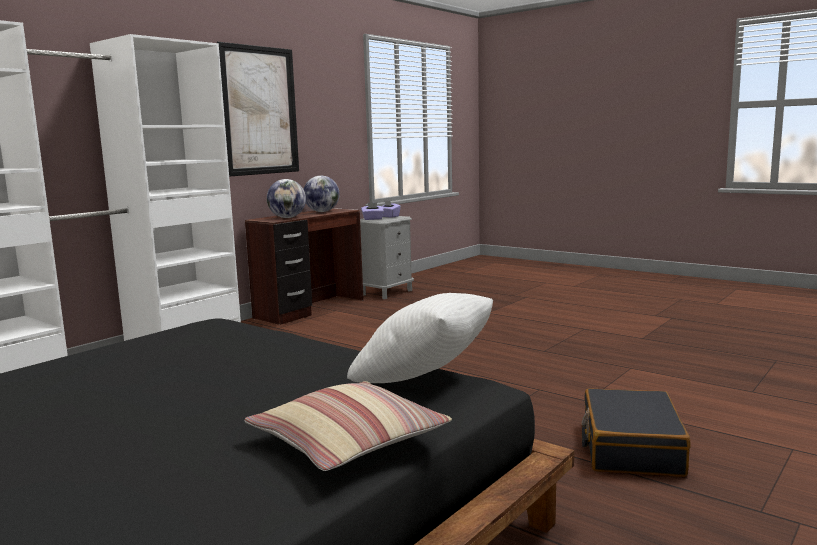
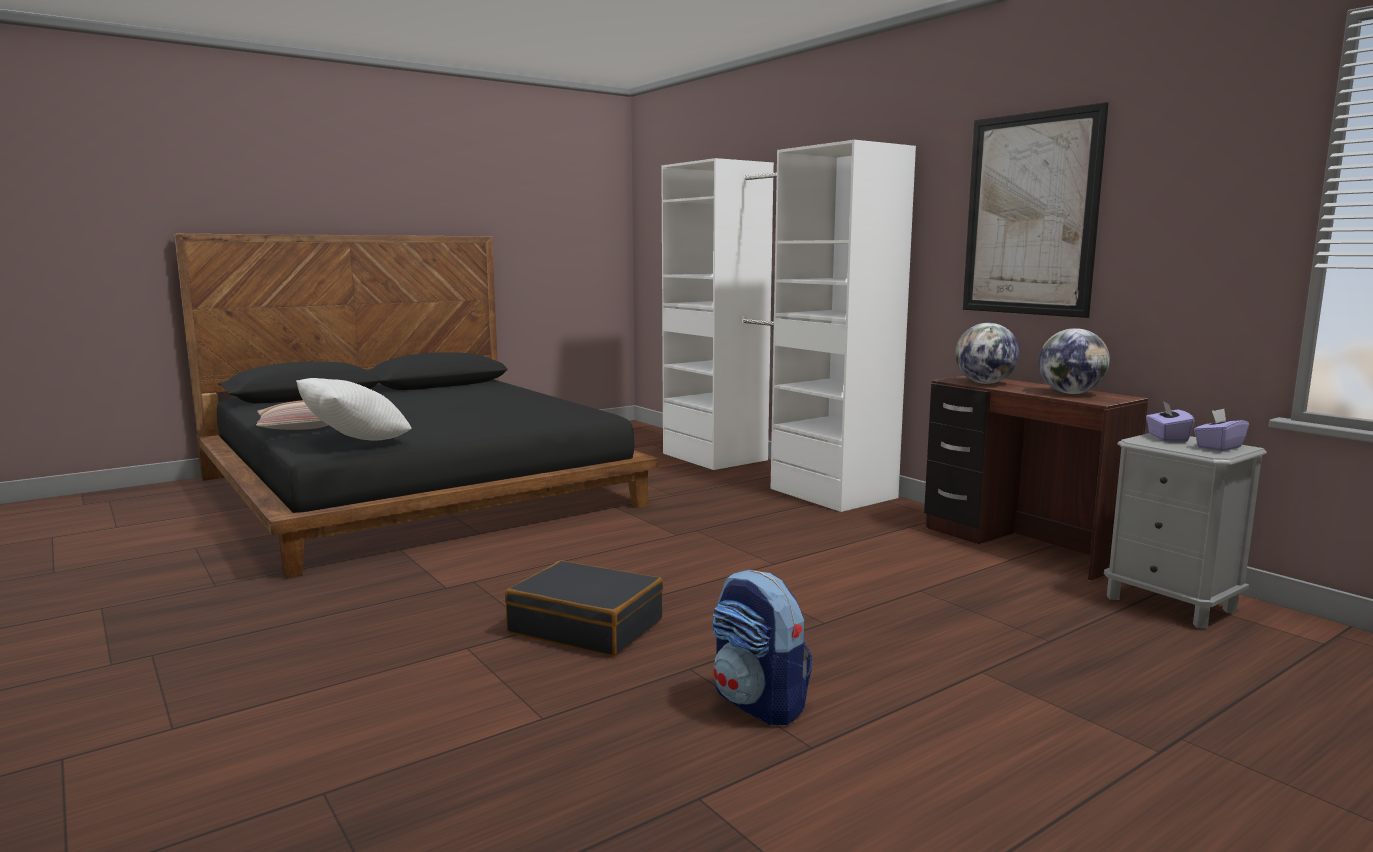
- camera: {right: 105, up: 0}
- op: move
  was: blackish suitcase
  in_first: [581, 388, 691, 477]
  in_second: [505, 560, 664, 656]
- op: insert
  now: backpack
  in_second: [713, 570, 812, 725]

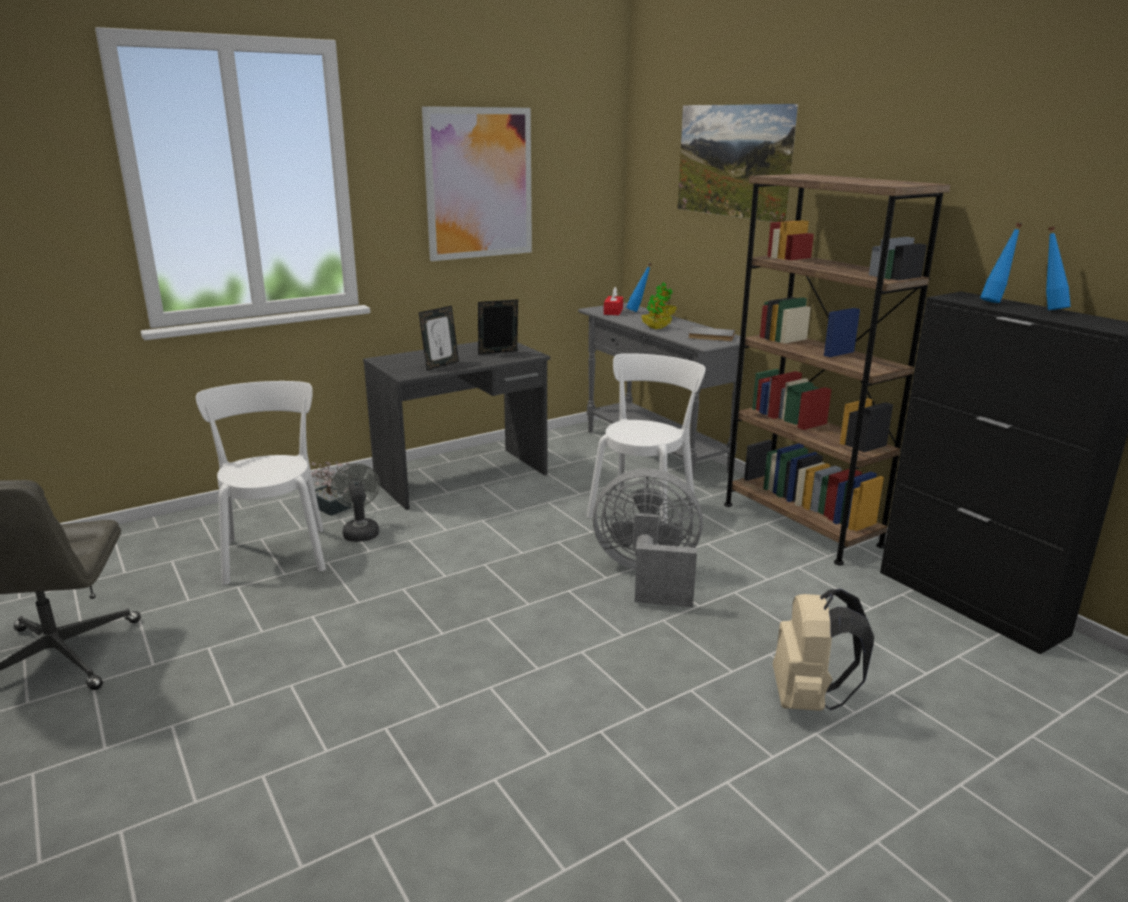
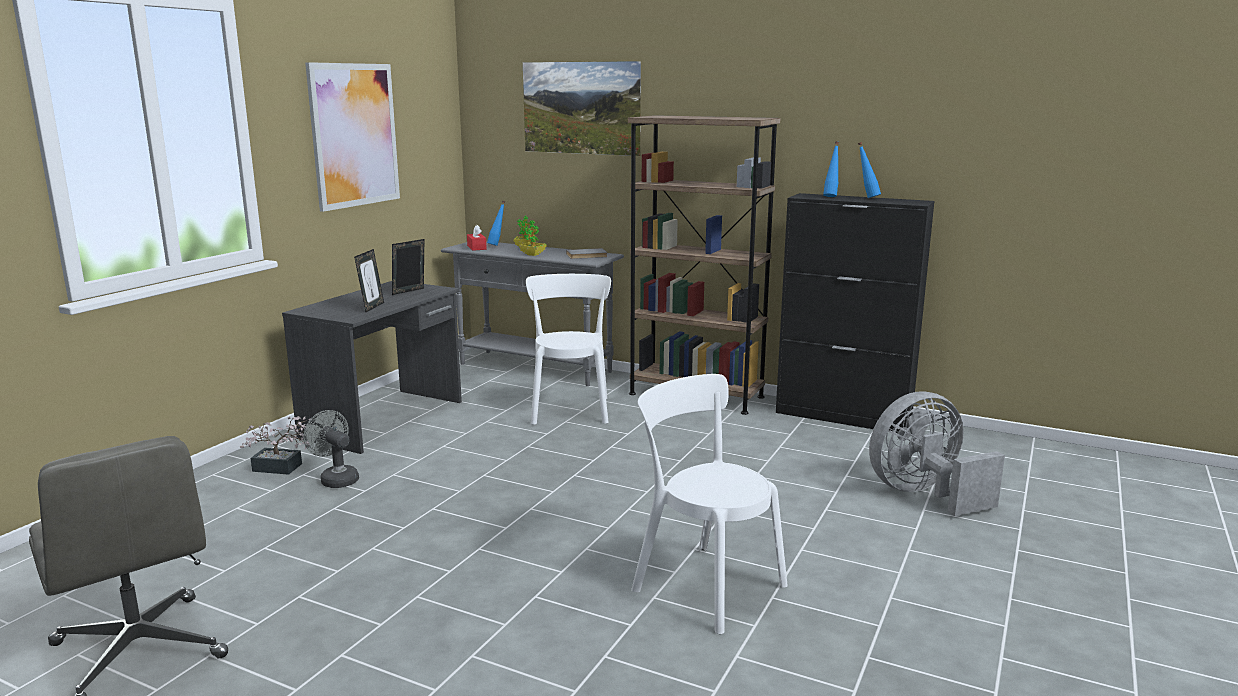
- camera: {right: -30, up: -5}
- op: move
  was: white-coloured upright chair
  in_first: [196, 381, 326, 585]
  in_second: [631, 374, 788, 635]
- op: move
  was: gray cooling fan
  in_first: [593, 468, 703, 607]
  in_second: [869, 391, 1005, 516]
- op: delete
  was: sand-coloured backpack
  in_first: [773, 589, 874, 711]

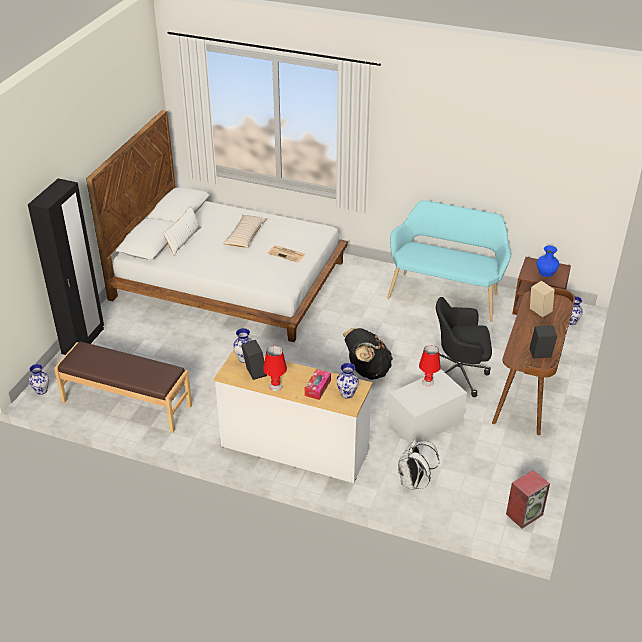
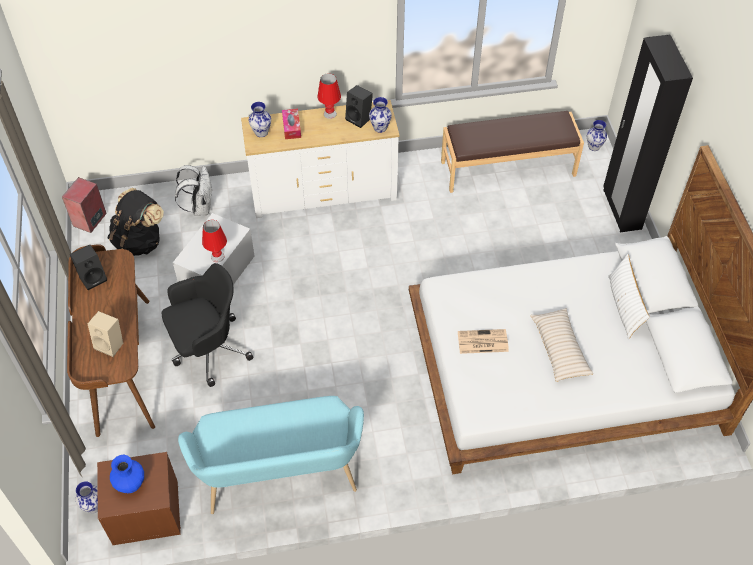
- camera: {right: 150, up: 15}
- op: move
  was: blackish backpack
  in_first: [343, 328, 393, 380]
  in_second: [108, 188, 164, 256]

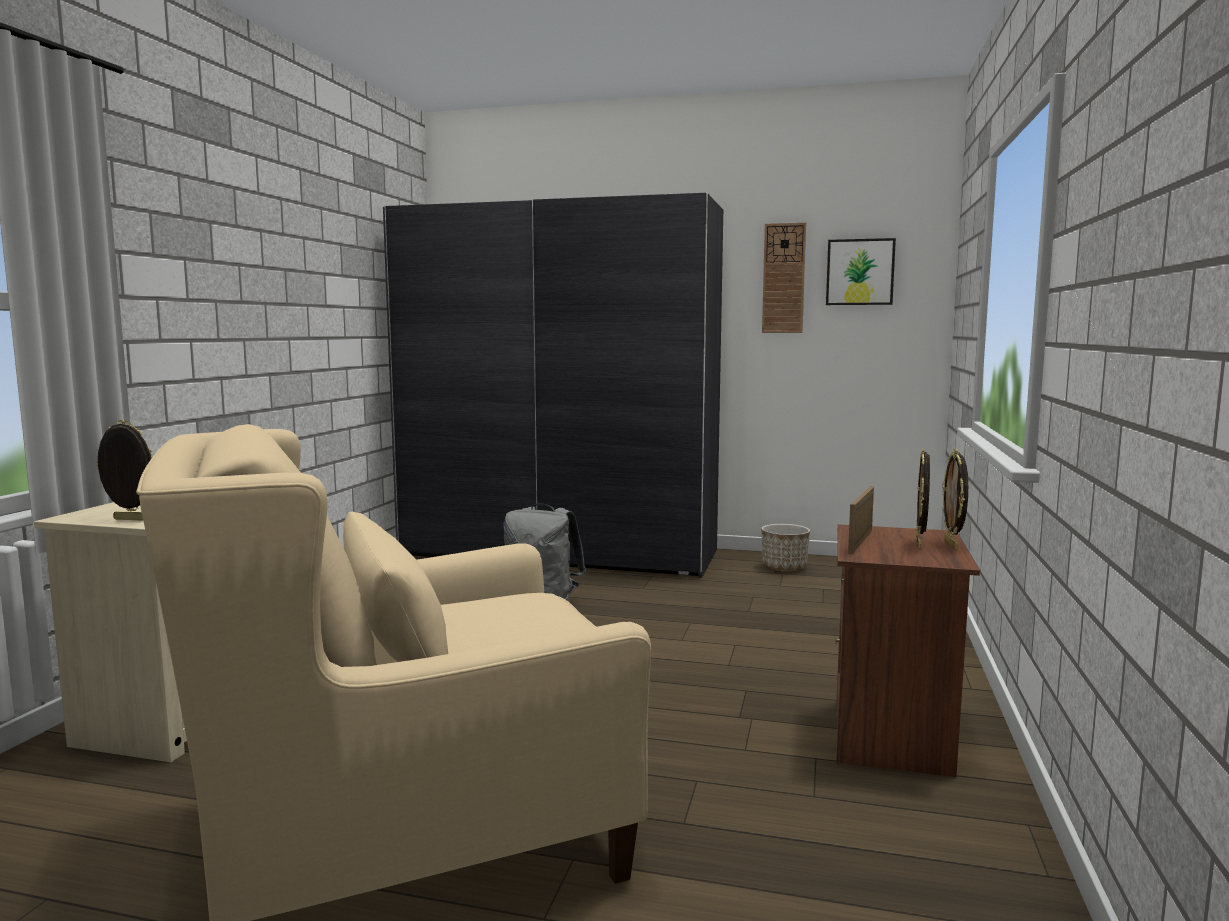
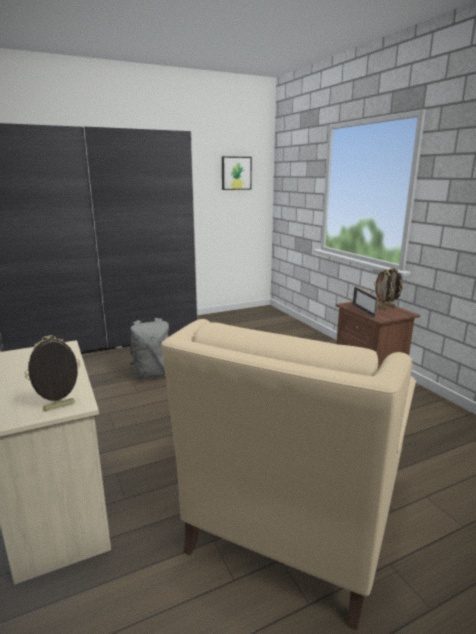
- camera: {right: -40, up: 10}
- op: delete
  was: hanging clock
  in_first: [762, 222, 806, 333]
- op: delete
  was: plant pot
  in_first: [761, 524, 810, 572]

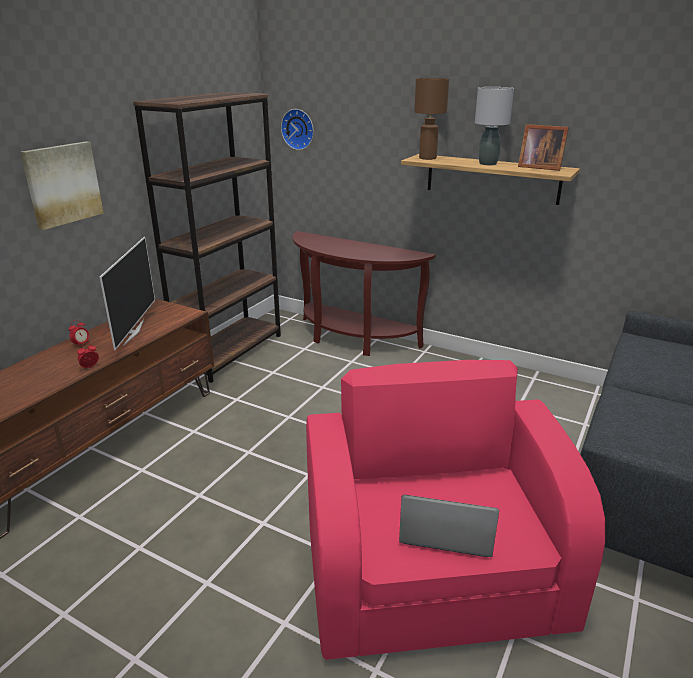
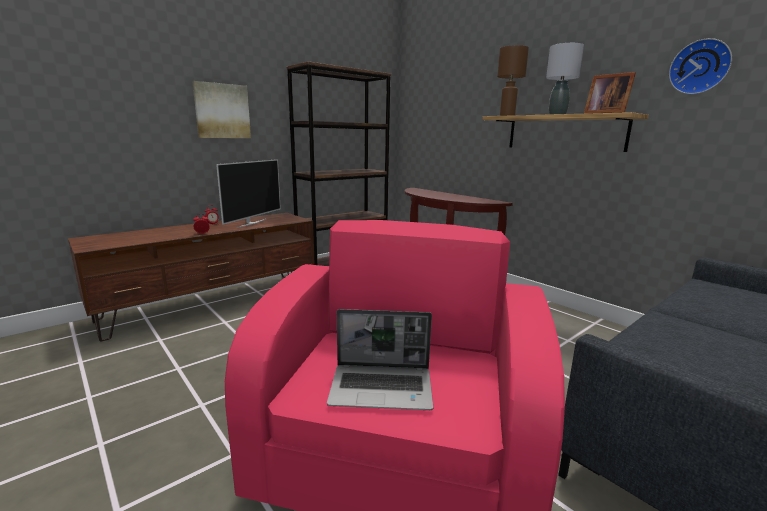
- camera: {right: 20, up: -10}
- op: move
  was: hanging clock
  in_first: [281, 109, 314, 150]
  in_second: [669, 38, 732, 94]
- op: rotate
  was: laptop
  in_first: [399, 495, 499, 557]
  in_second: [327, 309, 433, 410]
  clockwise: 150

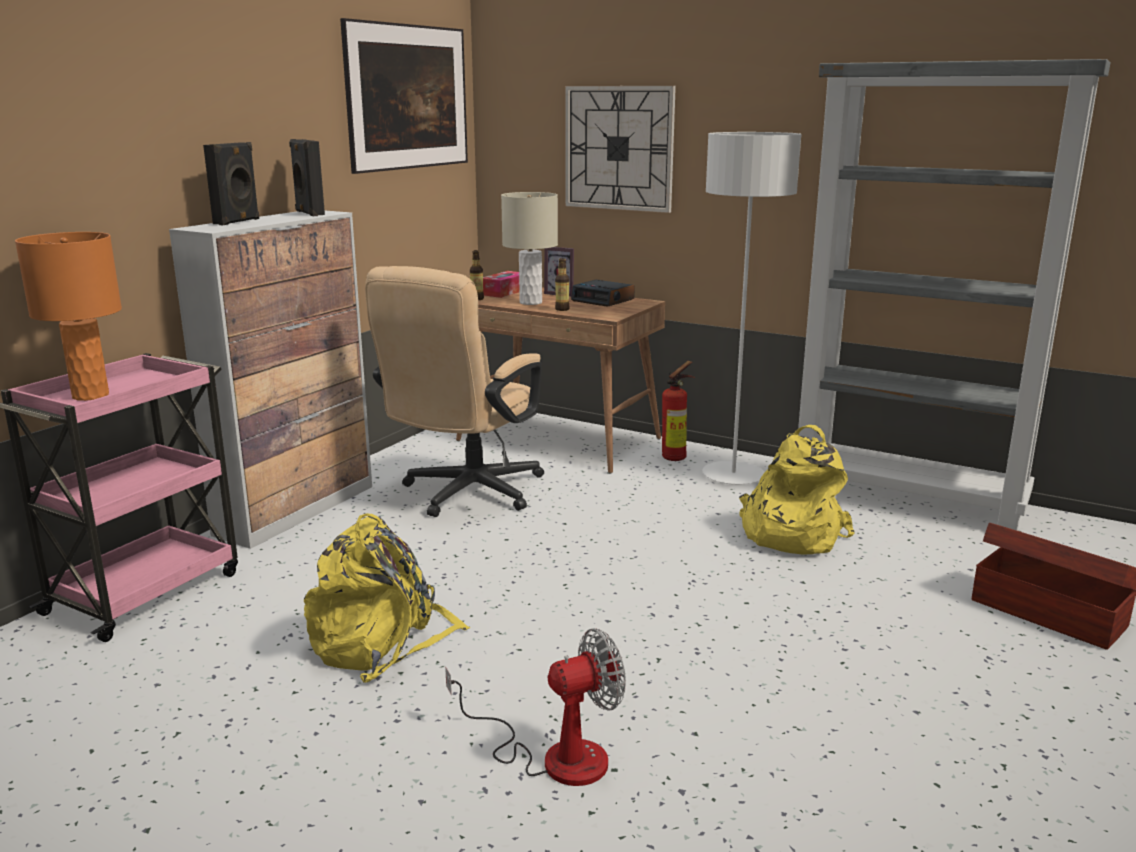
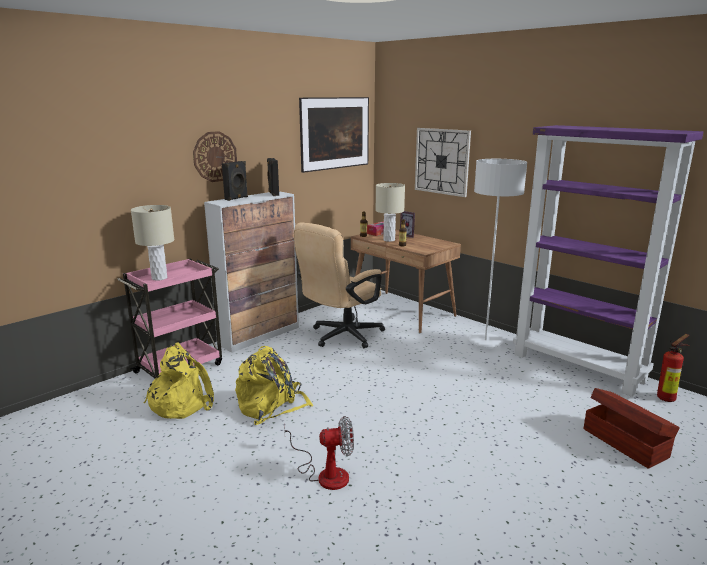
- camera: {right: 15, up: 0}
- op: recolor
  was: gray shelving unit
  now: purplish shelving unit
  in_first: [798, 59, 1110, 531]
  in_second: [513, 125, 704, 397]
- op: recolor
  was: orangey lamp for a table
  now: sand-coloured lamp for a table
  in_first: [15, 232, 122, 401]
  in_second: [131, 205, 174, 281]
- op: delete
  was: bedside clock
  in_first: [571, 280, 635, 307]
- op: move
  was: extinguisher
  in_first: [662, 361, 695, 461]
  in_second: [657, 334, 690, 402]
- op: move
  was: yellowish backpack
  in_first: [739, 425, 855, 554]
  in_second: [144, 342, 214, 419]
- op: insert
  now: hanging clock
  in_second: [193, 131, 237, 182]

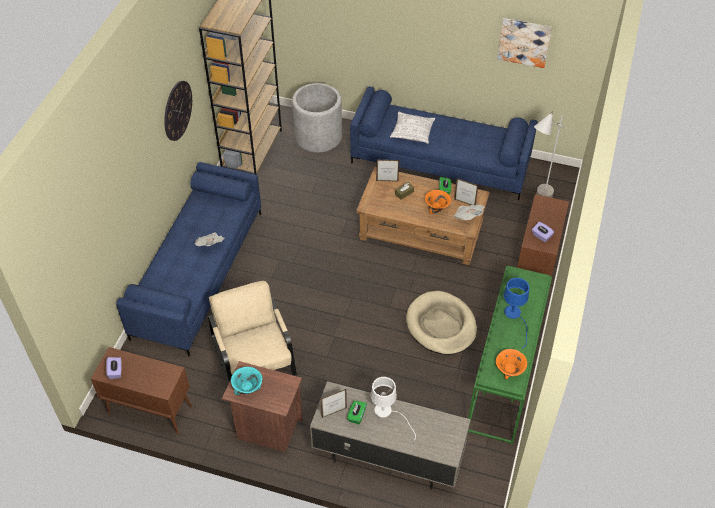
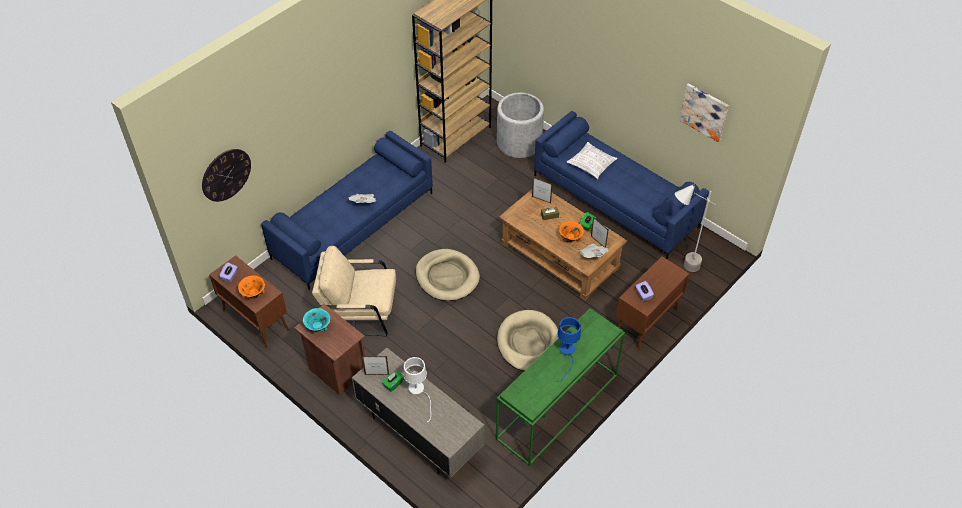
- camera: {right: 25, up: 0}
- op: move
  was: hanging clock
  in_first: [164, 81, 192, 141]
  in_second: [202, 149, 251, 202]
- op: rotate
  was: sand-coloured easy chair
  in_first: [208, 281, 297, 384]
  in_second: [312, 246, 396, 336]
  clockwise: -90
- op: move
  was: orangey bowl
  in_first: [496, 349, 527, 379]
  in_second: [238, 275, 265, 299]
- op: insert
  now: sand-coloured dog bed
  in_second: [416, 249, 480, 301]

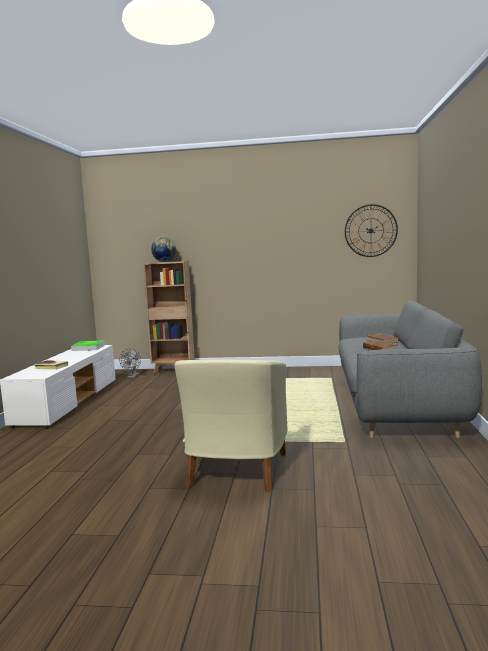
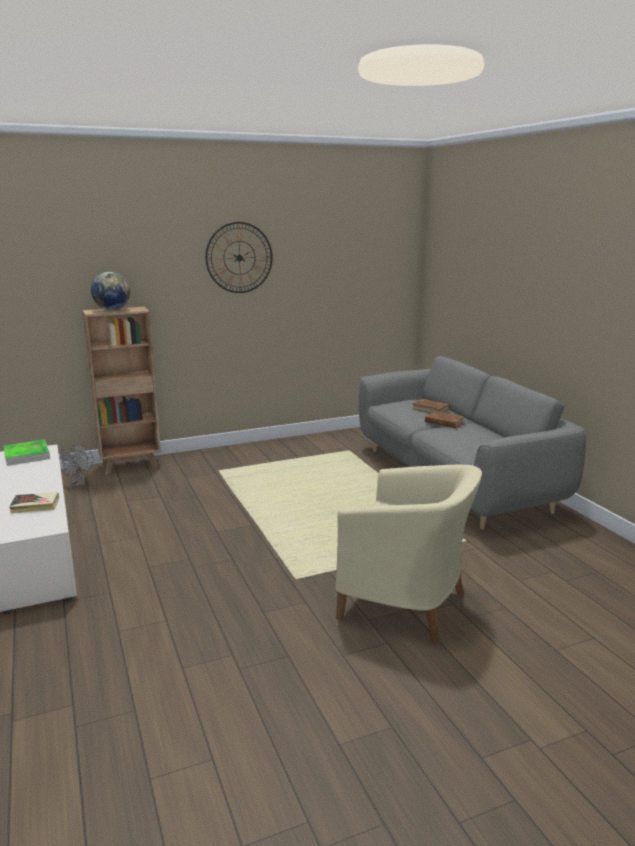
- camera: {right: -30, up: 10}
- op: move
  was: hanging clock
  in_first: [345, 204, 398, 257]
  in_second: [205, 222, 273, 293]
- op: rotate
  was: sand-coloured easy chair
  in_first: [174, 359, 288, 492]
  in_second: [335, 465, 482, 644]
  clockwise: -45

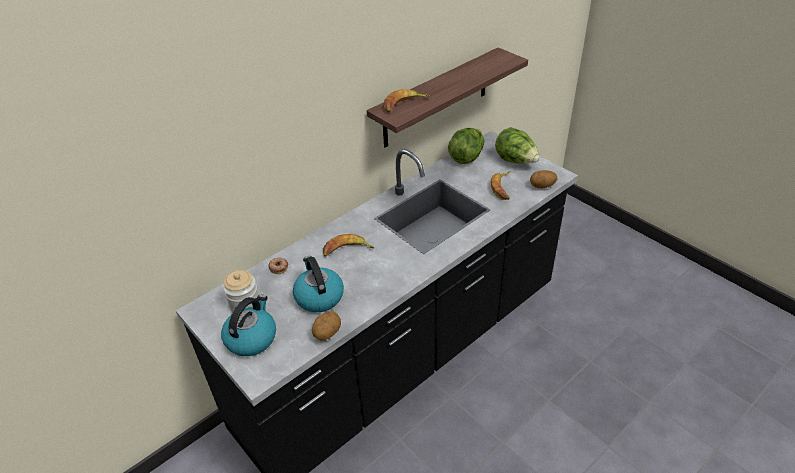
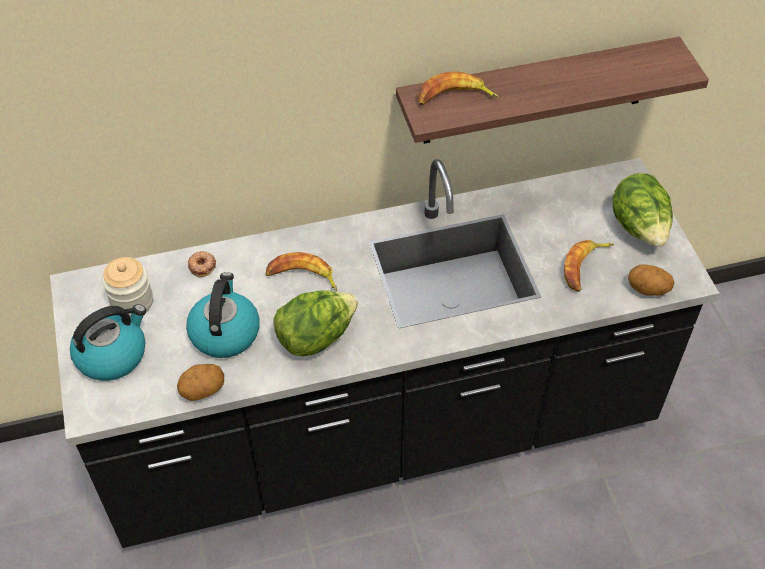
- camera: {right: 25, up: 10}
- op: move
  was: lettuce head
  in_first: [448, 128, 484, 164]
  in_second: [273, 290, 358, 356]

